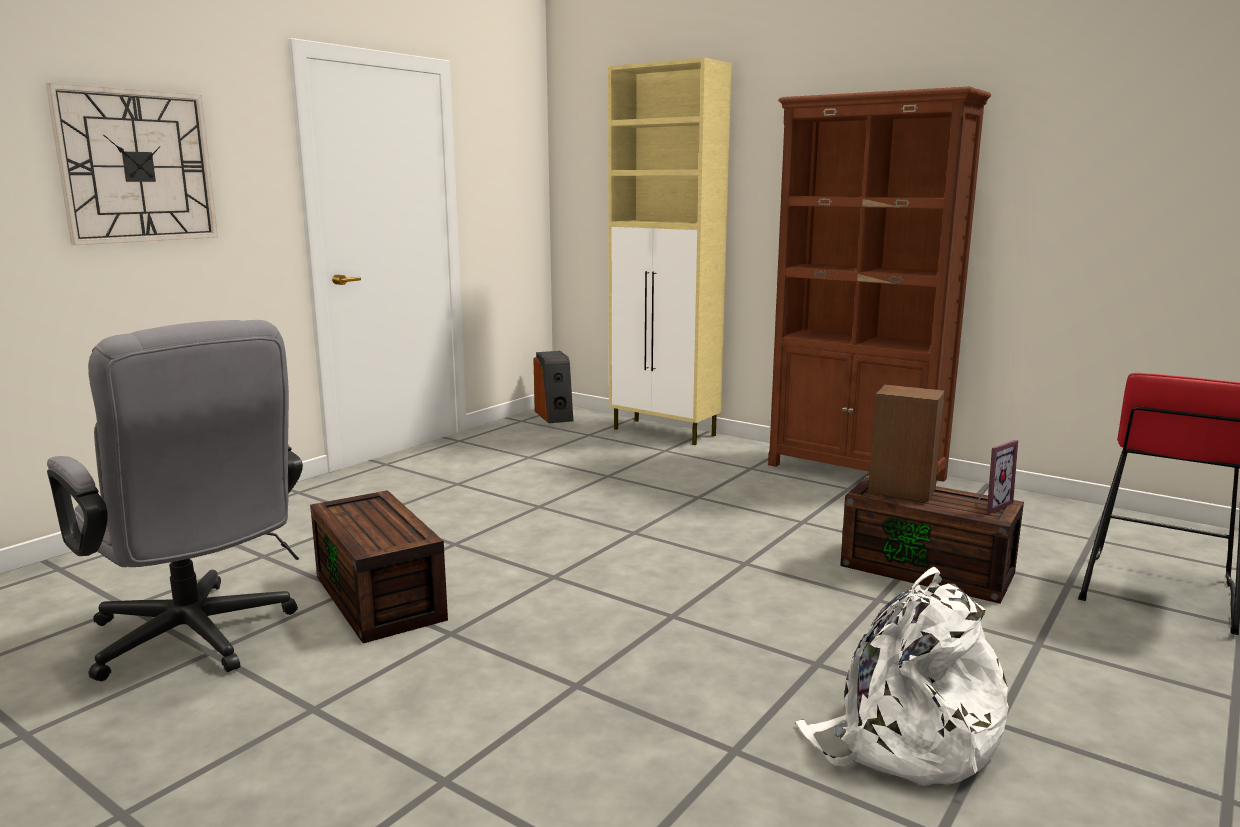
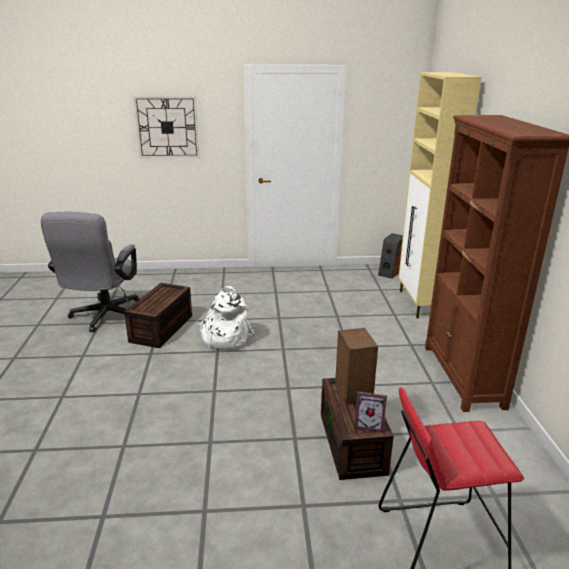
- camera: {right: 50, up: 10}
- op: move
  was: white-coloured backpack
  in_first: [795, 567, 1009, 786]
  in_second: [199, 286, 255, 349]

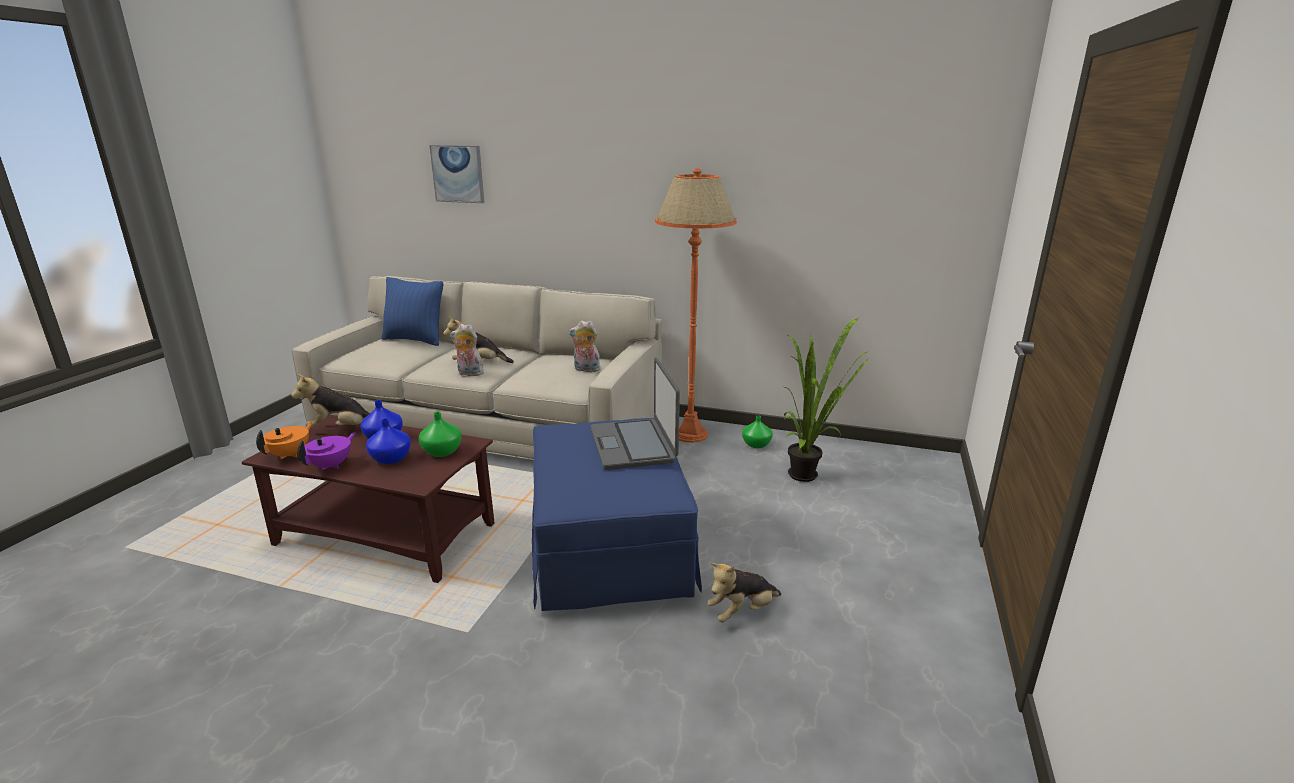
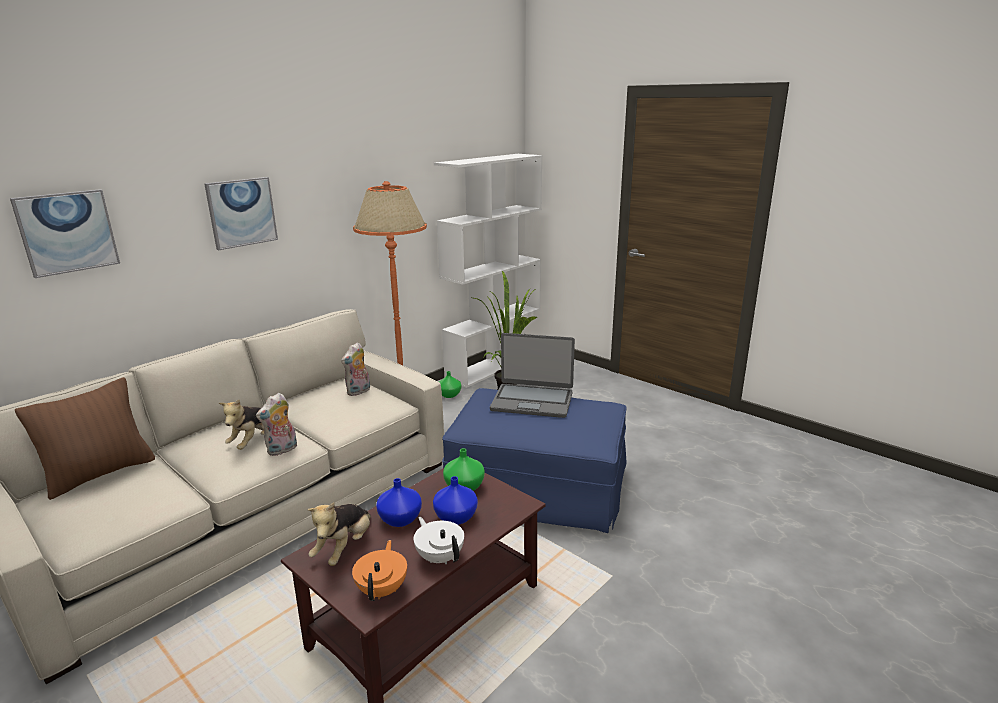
- camera: {right: -65, up: 0}
- op: recolor
  was: blue pillow
  now: brown pillow
  in_first: [381, 277, 443, 346]
  in_second: [15, 377, 155, 500]
- op: rotate
  was: orangey pot for tea
  in_first: [256, 422, 313, 459]
  in_second: [352, 540, 407, 601]
  clockwise: 45
- op: recolor
  was: purplish pot for tea
  now: white-coloured pot for tea
  in_first: [297, 432, 356, 470]
  in_second: [414, 517, 464, 564]
- op: delete
  was: plush toy
  in_first: [707, 563, 781, 623]
- op: insert
  now: white-coloured shelving unit
  in_second: [434, 154, 542, 388]
- op: insert
  now: picture
  in_second: [204, 177, 278, 250]

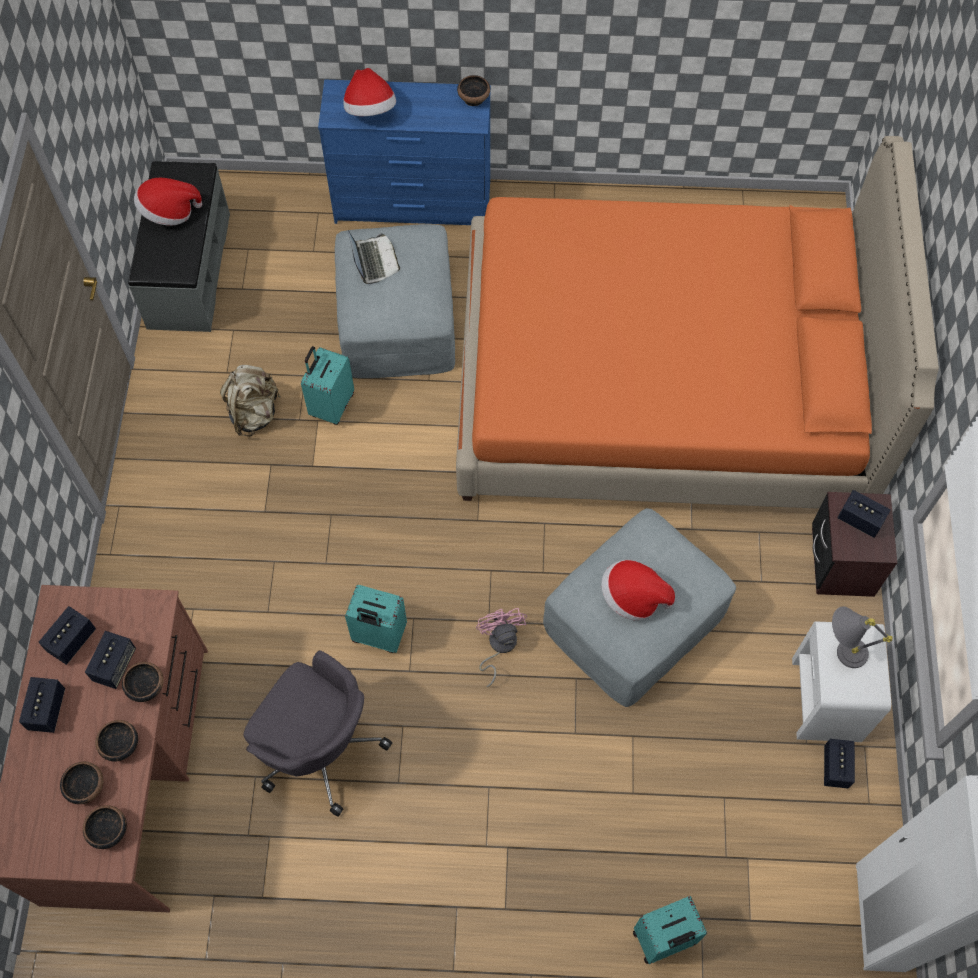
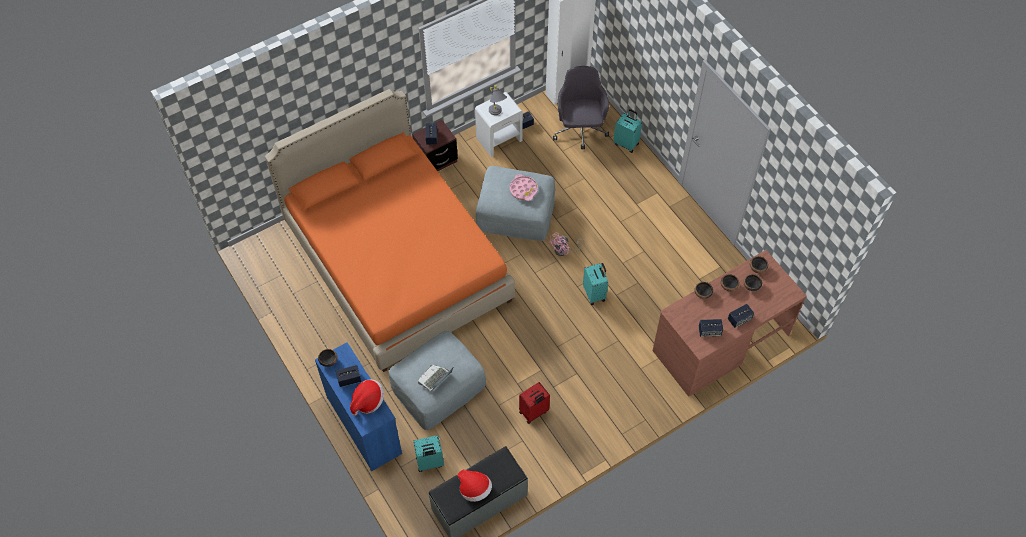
- camera: {right: -125, up: -5}
- op: move
  was: turquoise-coloured suitcase
  in_first: [301, 346, 354, 425]
  in_second: [413, 435, 444, 472]
- op: replace
  was: sand-coloured backpack
  now: red suitcase
  in_first: [220, 365, 280, 437]
  in_second: [519, 382, 550, 424]
- op: replace
  was: hat
  now: pink tray
  in_first: [601, 560, 675, 620]
  in_second: [510, 174, 538, 201]
- op: move
  was: speaker
  in_first: [85, 631, 136, 689]
  in_second: [336, 365, 361, 387]
- op: move
  was: gray office chair
  in_first: [243, 651, 392, 817]
  in_second: [553, 66, 609, 149]

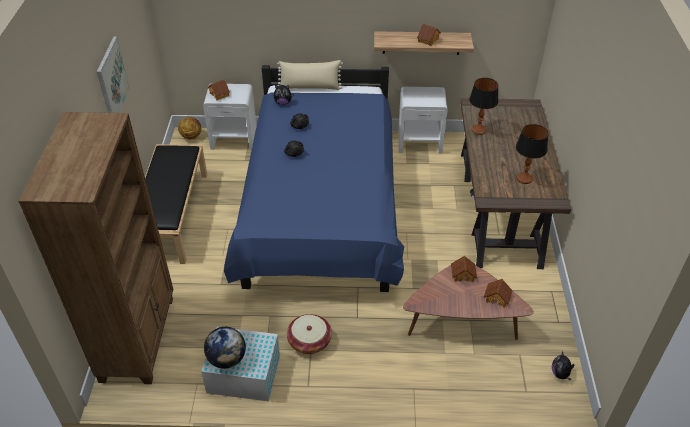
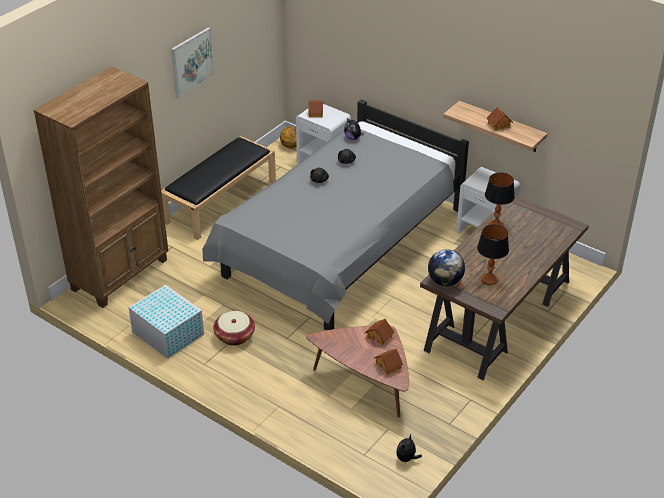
- camera: {right: 35, up: -5}
- op: delete
  was: sand-coloured pillow
  in_first: [277, 60, 343, 90]
- op: recolor
  was: blue bed
  now: gray bed
  in_first: [224, 65, 404, 292]
  in_second: [202, 99, 469, 330]
- op: move
  was: globe
  in_first: [204, 327, 246, 369]
  in_second: [428, 249, 465, 286]

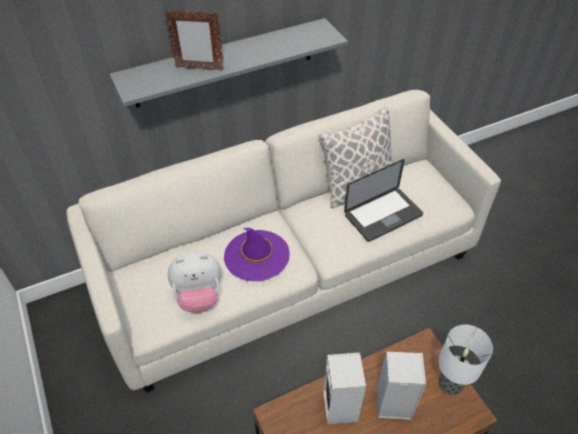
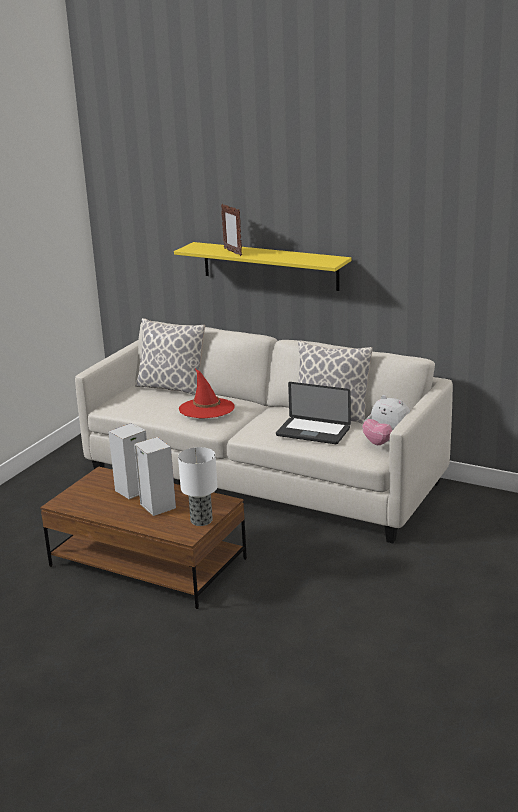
- camera: {right: 55, up: -25}
- op: recolor
  was: gray wall shelf
  now: yellowish wall shelf
  in_first: [109, 18, 348, 108]
  in_second: [174, 242, 352, 291]
- op: recolor
  was: purplish hat
  now: red hat
  in_first: [224, 228, 290, 281]
  in_second: [179, 369, 235, 418]
- op: move
  was: plush toy
  in_first: [168, 252, 221, 313]
  in_second: [363, 395, 410, 445]
- op: insert
  now: pillow
  in_second: [135, 318, 205, 395]

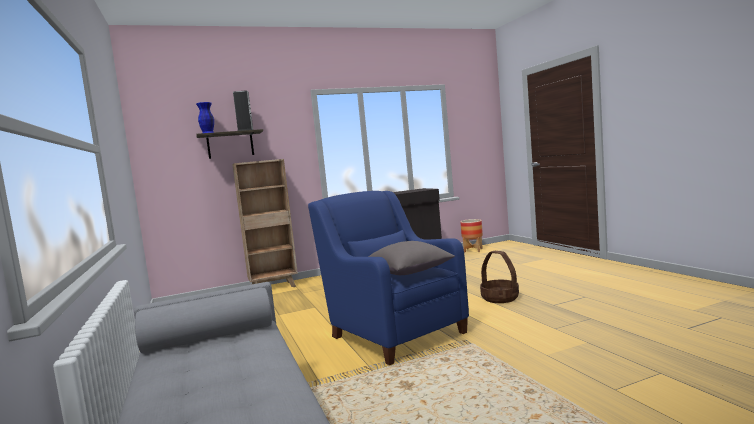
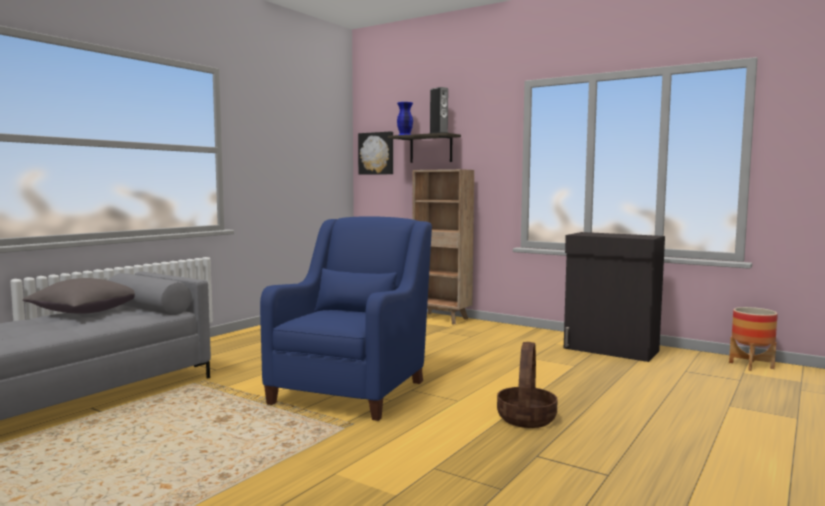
- camera: {right: 55, up: 0}
- op: move
  was: gray pillow
  in_first: [368, 241, 455, 275]
  in_second: [23, 278, 135, 314]
- op: insert
  now: picture
  in_second: [358, 131, 393, 175]

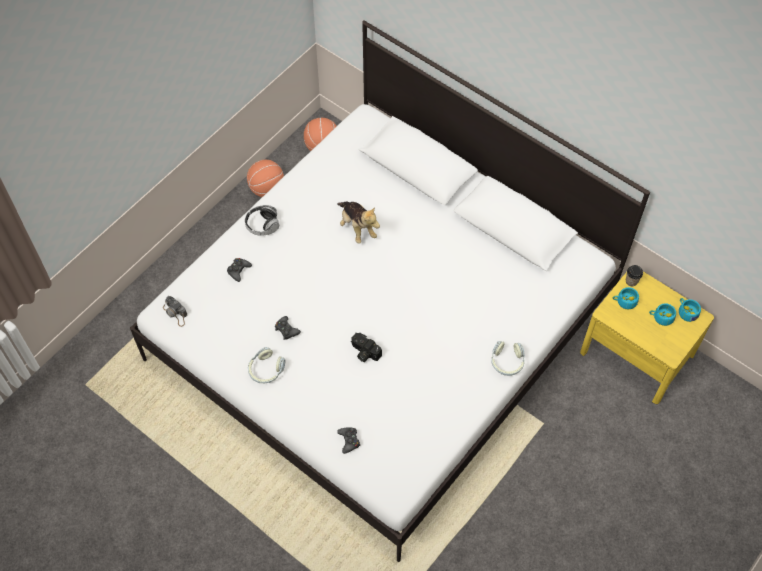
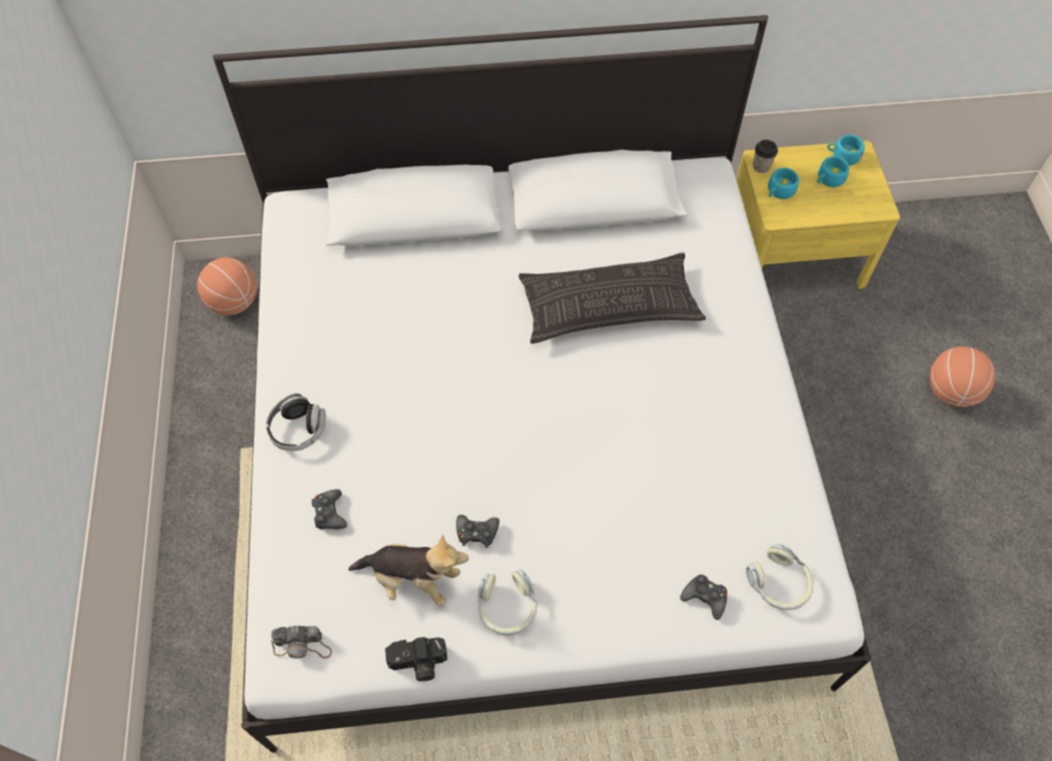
- camera: {right: -45, up: 0}
- op: move
  was: basketball ball
  in_first: [247, 160, 284, 197]
  in_second: [930, 347, 995, 407]
- op: move
  was: plush toy
  in_first: [337, 201, 380, 243]
  in_second: [348, 535, 469, 606]
- op: move
  was: photo camera
  in_first: [351, 333, 382, 362]
  in_second: [385, 637, 447, 681]
- op: move
  was: headphones
  in_first: [491, 341, 525, 376]
  in_second: [746, 544, 814, 610]
- op: insert
  now: pillow
  in_second: [519, 252, 706, 344]

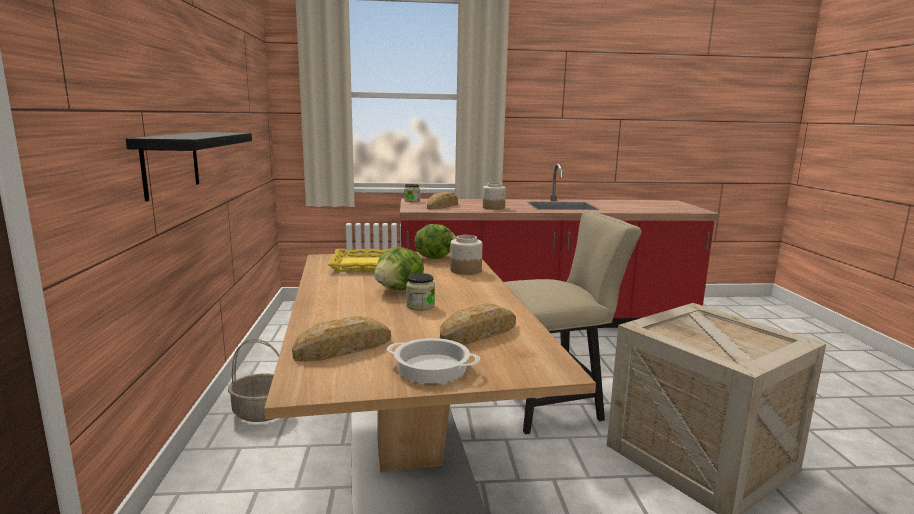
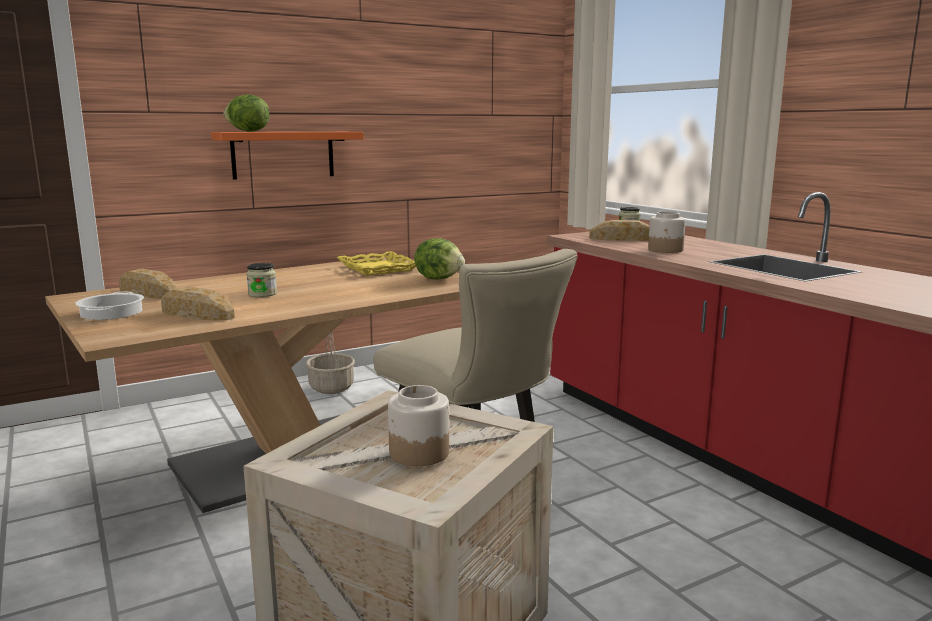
- camera: {right: 65, up: 0}
- op: recolor
  was: blackish wall shelf
  now: orangey wall shelf
  in_first: [126, 132, 252, 201]
  in_second: [211, 132, 364, 180]
- op: move
  was: storage jar
  in_first: [450, 235, 483, 275]
  in_second: [388, 385, 449, 466]
- op: move
  was: lettuce head
  in_first: [374, 247, 424, 290]
  in_second: [223, 94, 270, 132]

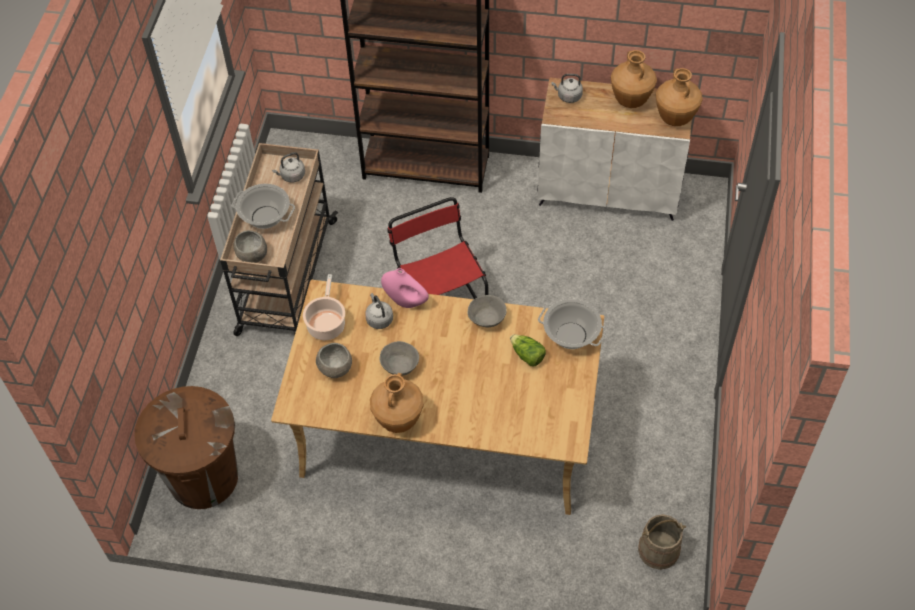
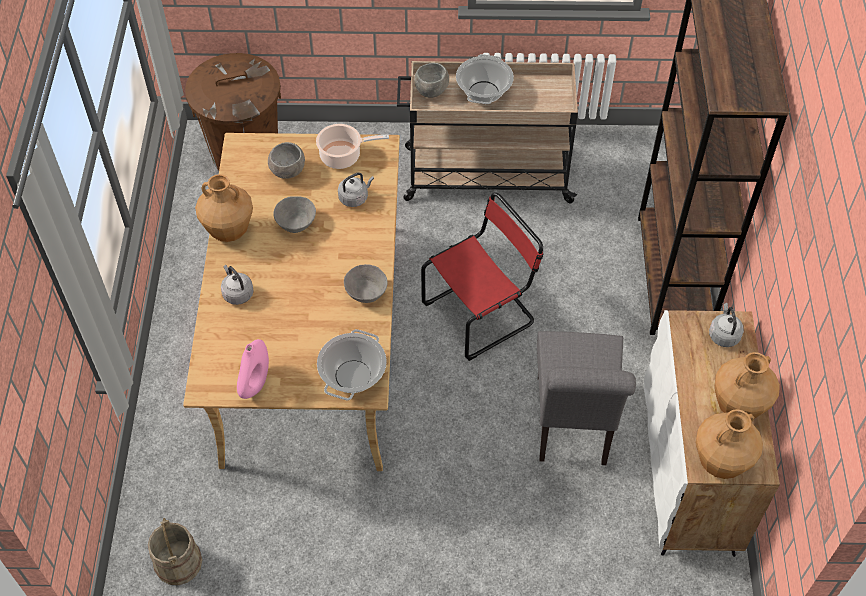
- camera: {right: 80, up: 0}
- op: move
  was: gray kettle
  in_first: [272, 152, 305, 183]
  in_second: [221, 265, 253, 305]
- op: move
  was: pink decorative vase
  in_first: [381, 268, 429, 308]
  in_second: [237, 339, 269, 399]
- op: delete
  was: lettuce head
  in_first: [510, 334, 546, 366]
- op: insert
  now: gray upright chair
  in_second: [537, 331, 636, 465]

